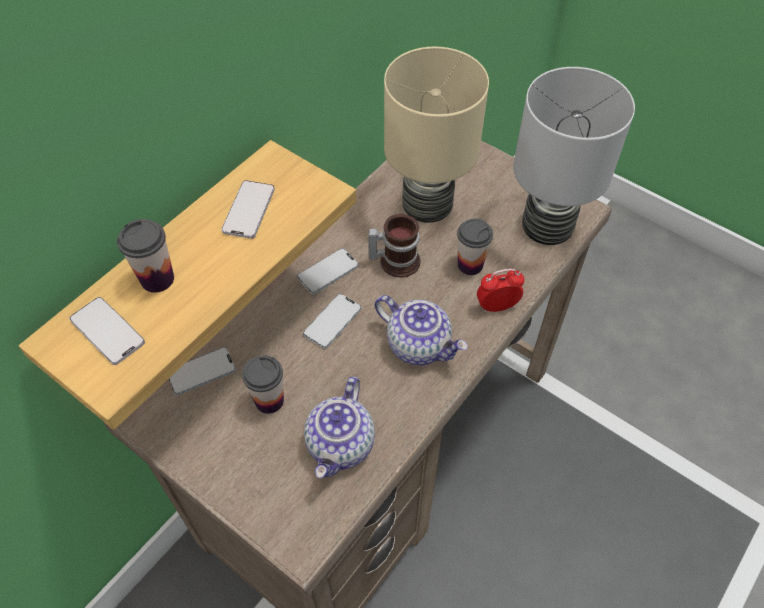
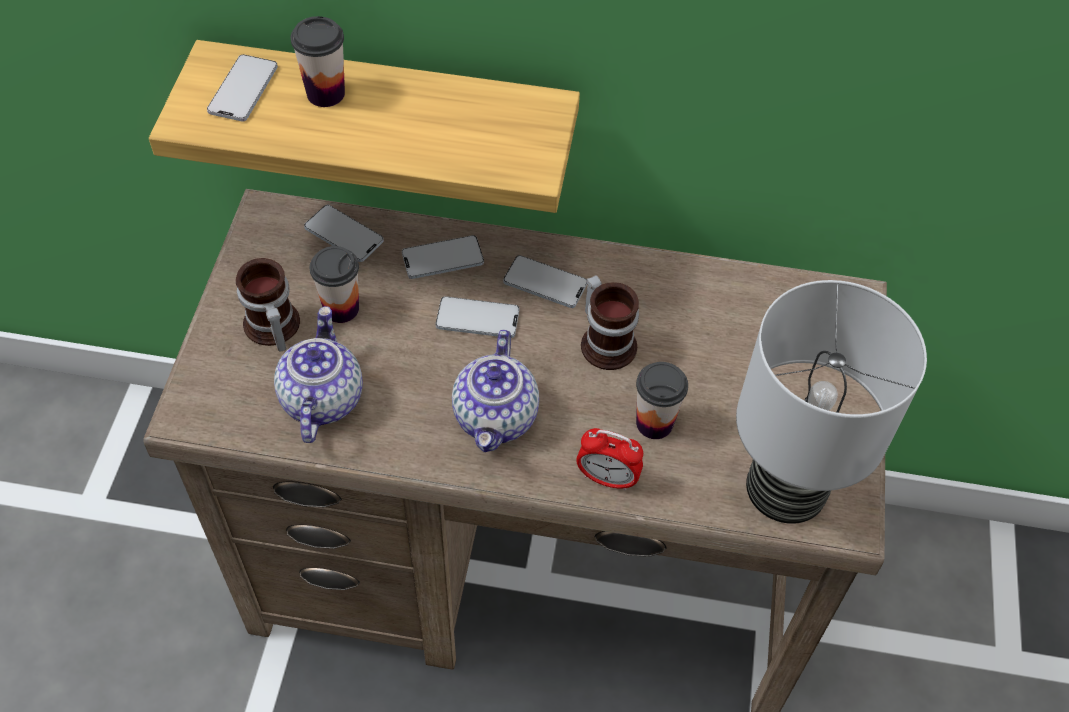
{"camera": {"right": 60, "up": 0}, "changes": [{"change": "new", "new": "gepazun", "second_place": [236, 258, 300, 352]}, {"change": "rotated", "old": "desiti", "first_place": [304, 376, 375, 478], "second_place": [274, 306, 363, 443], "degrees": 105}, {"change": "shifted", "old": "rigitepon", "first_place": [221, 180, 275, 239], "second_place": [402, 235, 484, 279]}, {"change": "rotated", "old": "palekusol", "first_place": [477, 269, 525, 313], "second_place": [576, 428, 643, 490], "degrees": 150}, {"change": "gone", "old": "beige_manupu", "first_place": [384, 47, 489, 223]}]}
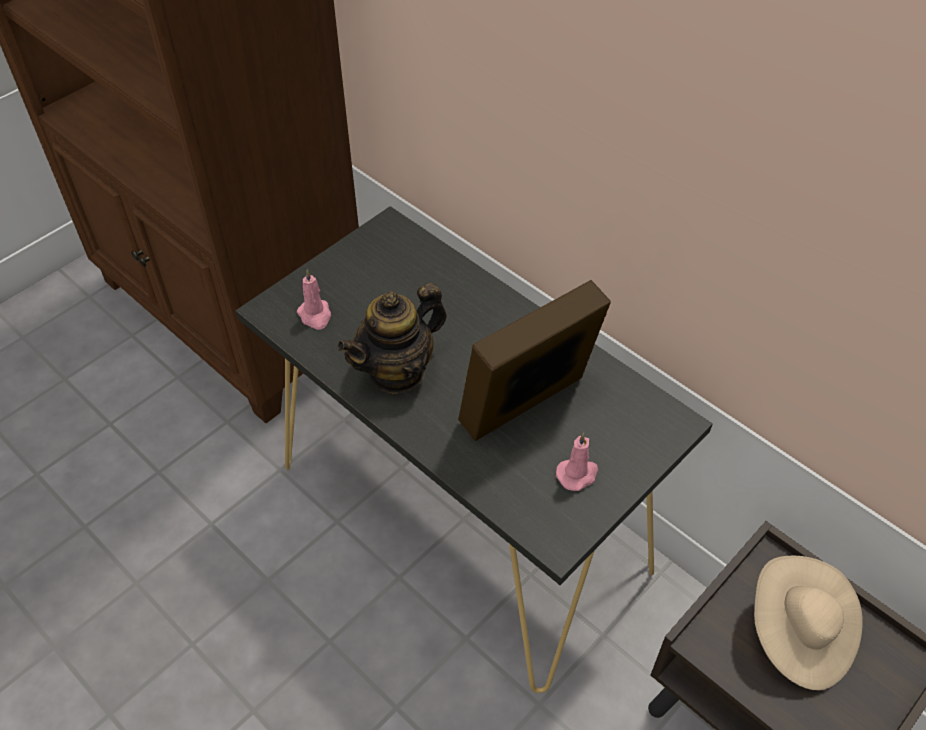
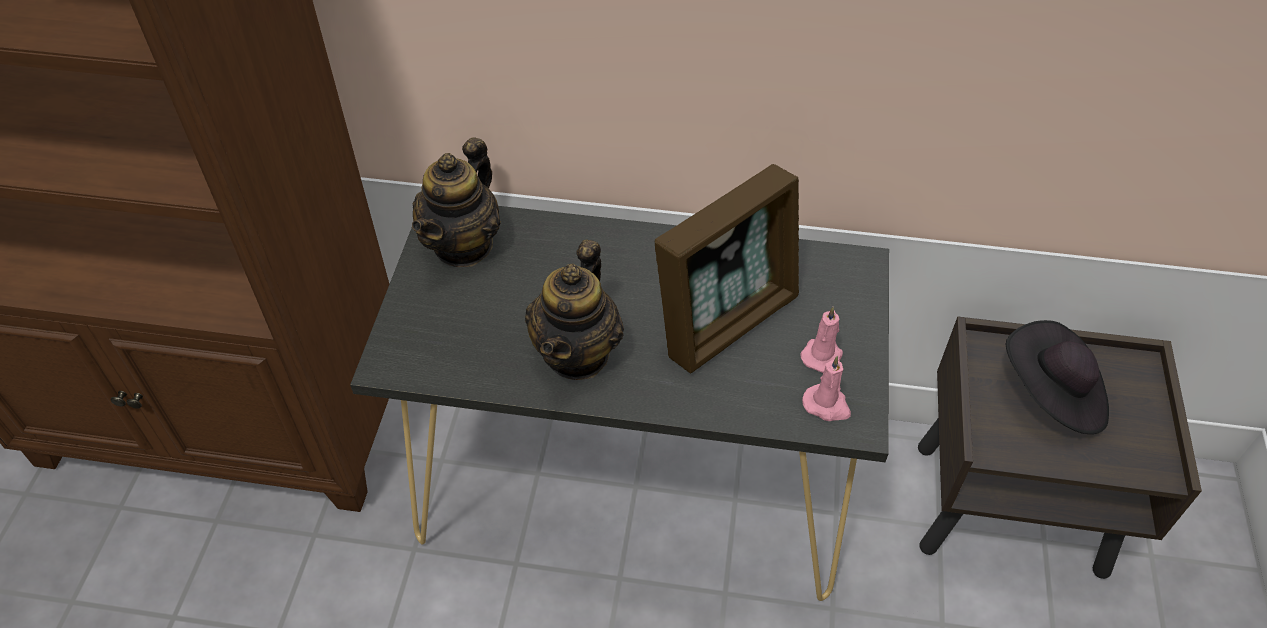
{"camera": {"right": -35, "up": 0}, "changes": [{"change": "new", "new": "desiti", "second_place": [412, 137, 501, 267]}, {"change": "rotated", "old": "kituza", "first_place": [458, 280, 611, 441], "second_place": [655, 164, 799, 374], "degrees": -150}, {"change": "shifted", "old": "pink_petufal", "first_place": [297, 270, 331, 330], "second_place": [802, 356, 851, 421]}, {"change": "repainted", "old": "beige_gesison", "new": "black_gesison", "first_place": [754, 556, 863, 690], "second_place": [1006, 320, 1109, 434]}]}
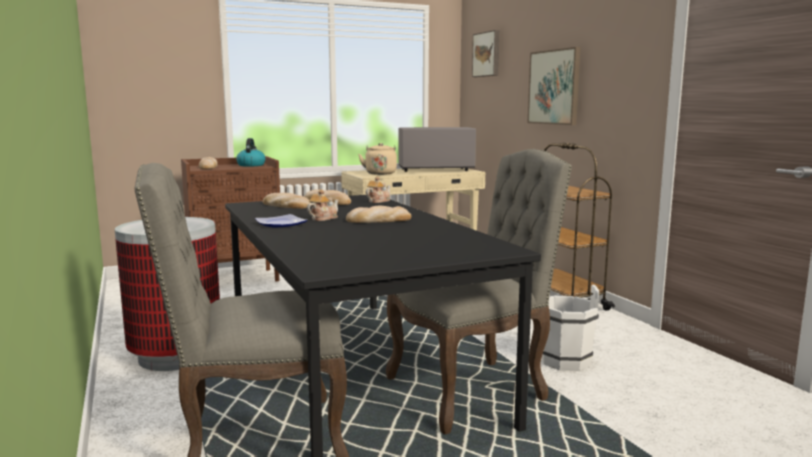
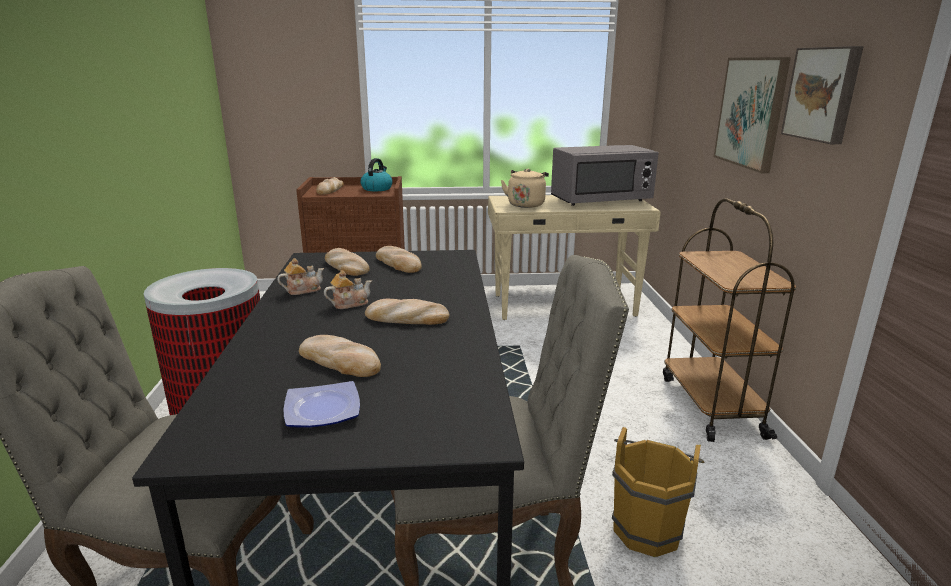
{"camera": {"right": 20, "up": 10}, "changes": [{"change": "shifted", "old": "desiti", "first_place": [366, 176, 391, 203], "second_place": [277, 258, 324, 295]}, {"change": "shifted", "old": "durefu", "first_place": [255, 214, 307, 227], "second_place": [284, 381, 360, 428]}, {"change": "new", "new": "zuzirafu", "second_place": [299, 335, 381, 377]}, {"change": "rotated", "old": "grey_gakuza", "first_place": [399, 127, 476, 172], "second_place": [551, 145, 659, 206], "degrees": 150}, {"change": "repainted", "old": "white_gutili", "new": "brown_gutili", "first_place": [542, 285, 600, 371], "second_place": [612, 427, 704, 557]}, {"change": "shifted", "old": "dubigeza", "first_place": [472, 30, 500, 77], "second_place": [781, 46, 864, 144]}]}
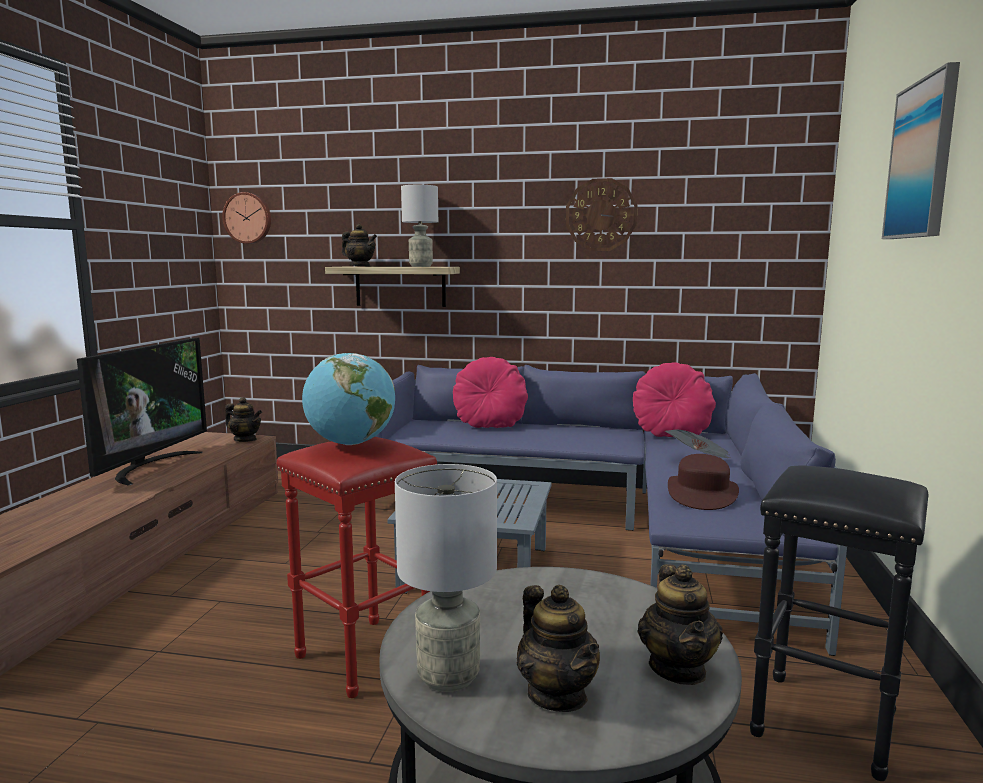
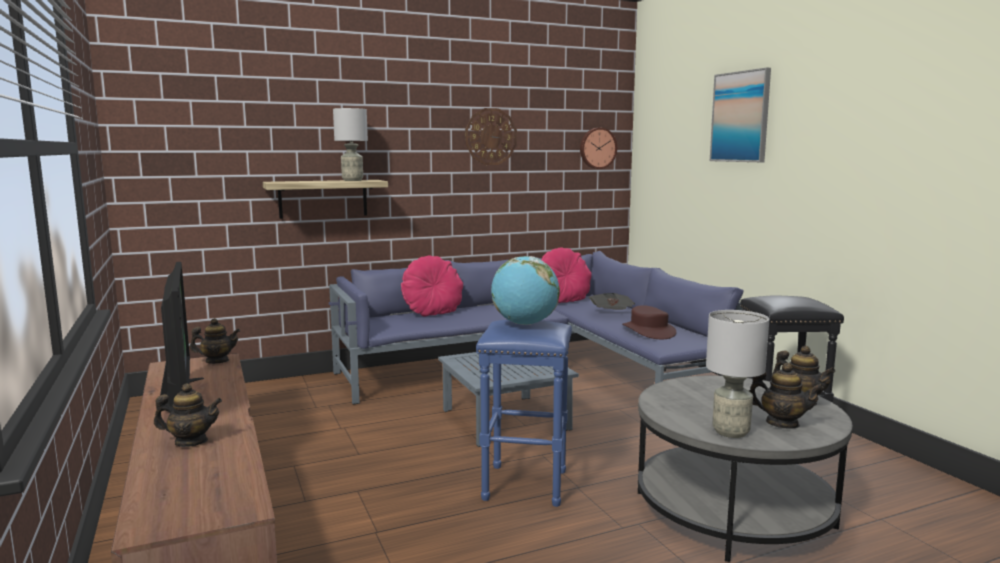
{"camera": {"right": -35, "up": 0}, "changes": [{"change": "shifted", "old": "desiti", "first_place": [342, 224, 377, 266], "second_place": [154, 383, 222, 447]}, {"change": "repainted", "old": "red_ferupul", "new": "blue_ferupul", "first_place": [276, 437, 437, 698], "second_place": [476, 320, 572, 507]}, {"change": "shifted", "old": "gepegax", "first_place": [222, 192, 271, 244], "second_place": [580, 128, 617, 169]}]}
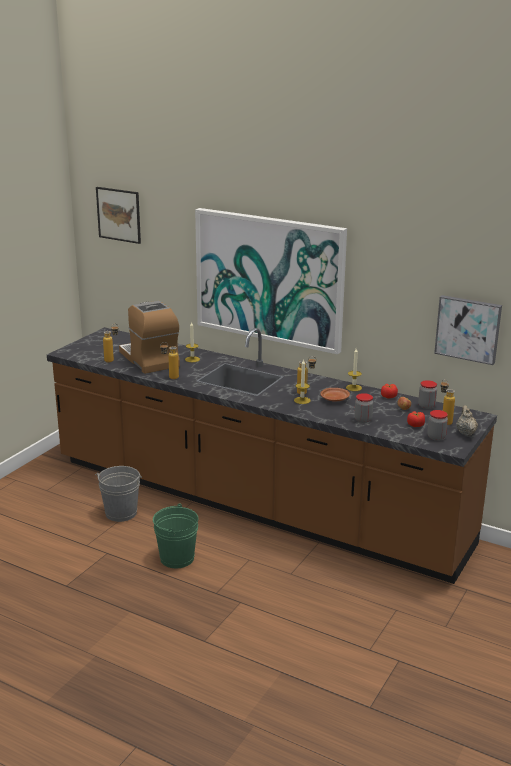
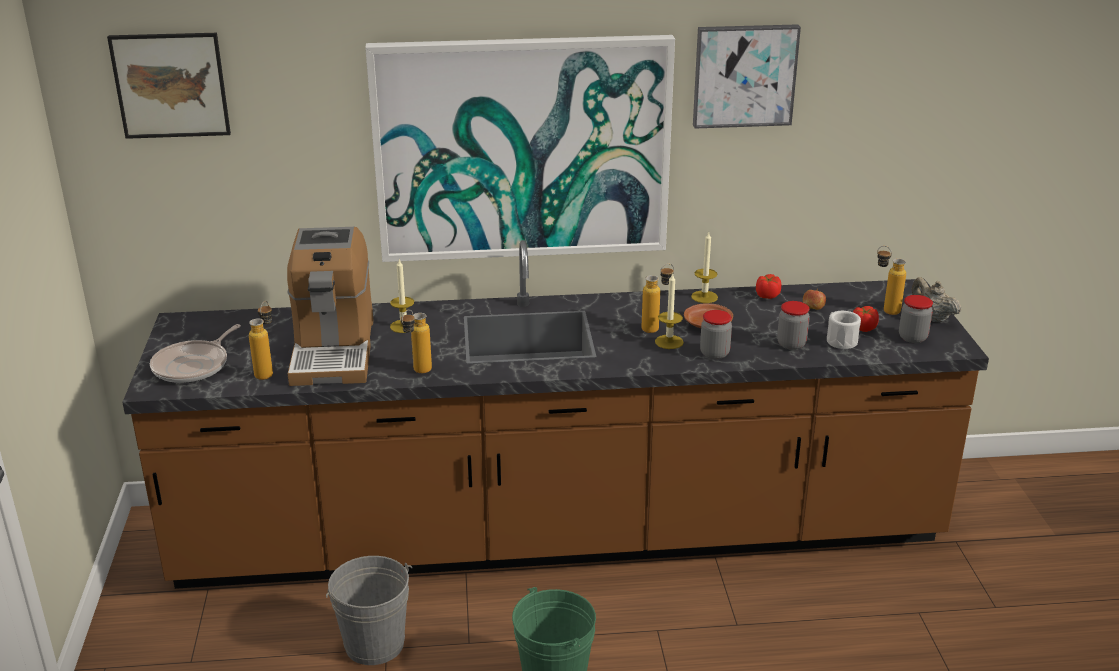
{"camera": {"right": -35, "up": 5}, "changes": [{"change": "new", "new": "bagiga", "second_place": [150, 324, 241, 383]}, {"change": "rotated", "old": "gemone", "first_place": [119, 301, 180, 374], "second_place": [287, 227, 374, 386], "degrees": -120}, {"change": "shifted", "old": "dubigeza", "first_place": [434, 295, 502, 365], "second_place": [693, 24, 801, 129]}, {"change": "shifted", "old": "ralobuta", "first_place": [418, 380, 437, 409], "second_place": [700, 310, 732, 359]}, {"change": "new", "new": "white_gepazun", "second_place": [827, 311, 861, 349]}]}
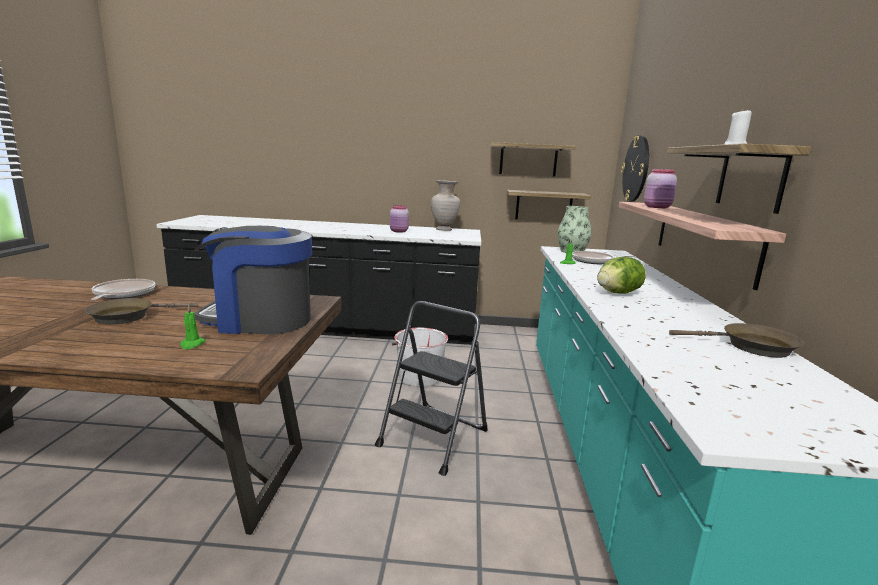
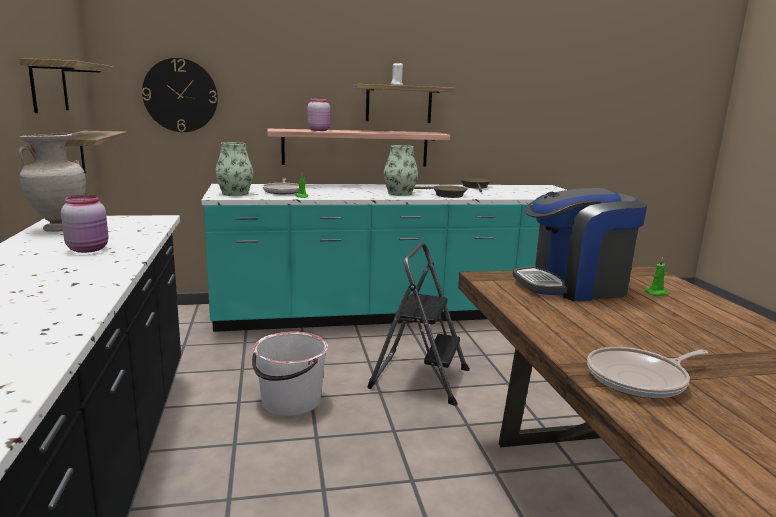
{"camera": {"right": -105, "up": 0}, "changes": [{"change": "swapped", "old": "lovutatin", "new": "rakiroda", "first_place": [597, 257, 646, 294], "second_place": [384, 145, 418, 196]}, {"change": "shifted", "old": "brown_bagiga", "first_place": [85, 298, 198, 325], "second_place": [414, 185, 467, 198]}, {"change": "rotated", "old": "gemone", "first_place": [194, 226, 312, 334], "second_place": [513, 188, 647, 301], "degrees": 90}]}
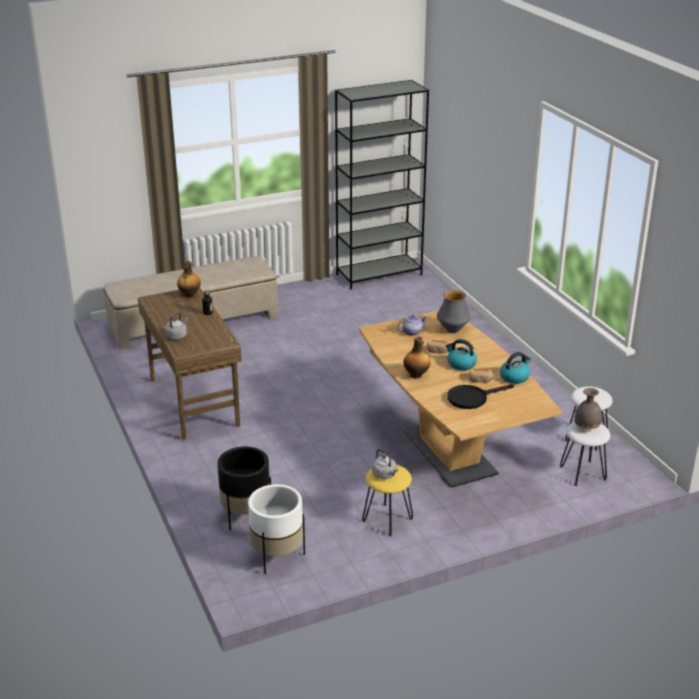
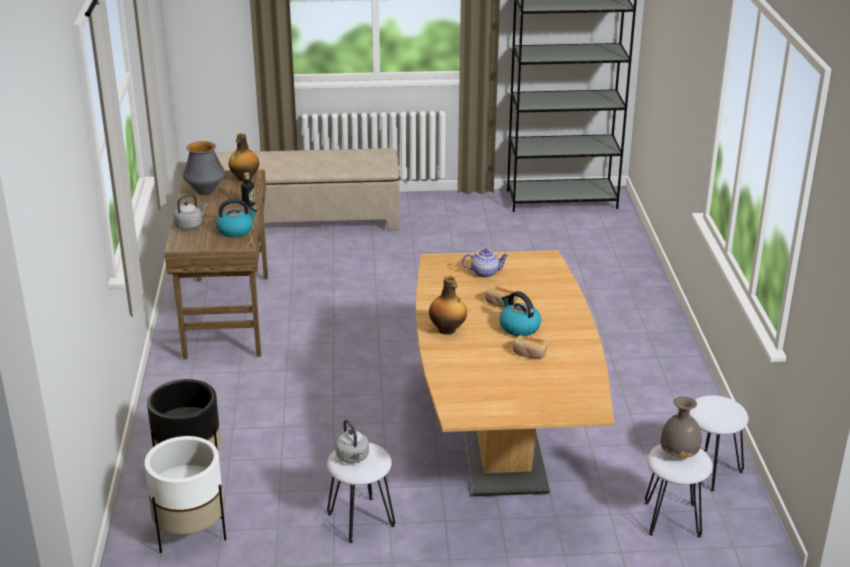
{"camera": {"right": 20, "up": 0}, "changes": [{"change": "shifted", "old": "rakiroda", "first_place": [437, 290, 471, 333], "second_place": [183, 141, 225, 195]}, {"change": "shifted", "old": "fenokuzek", "first_place": [500, 352, 531, 384], "second_place": [216, 198, 258, 237]}, {"change": "repainted", "old": "yellow_ferupul", "new": "white_ferupul", "first_place": [362, 464, 413, 536], "second_place": [327, 443, 395, 543]}, {"change": "gone", "old": "black_bagiga", "first_place": [447, 384, 514, 409]}]}
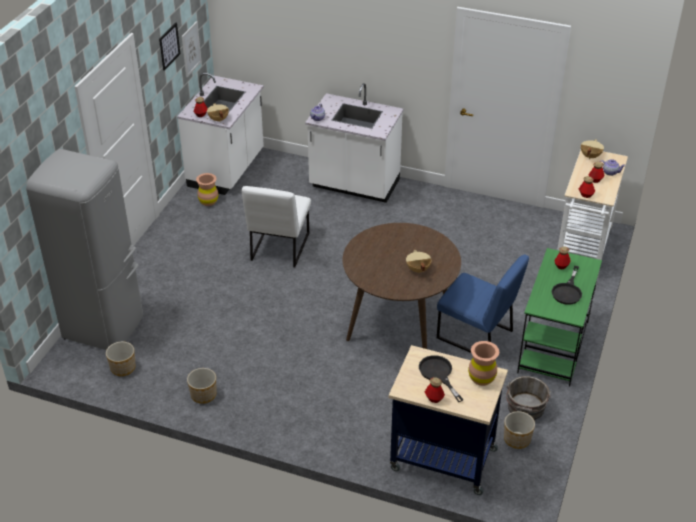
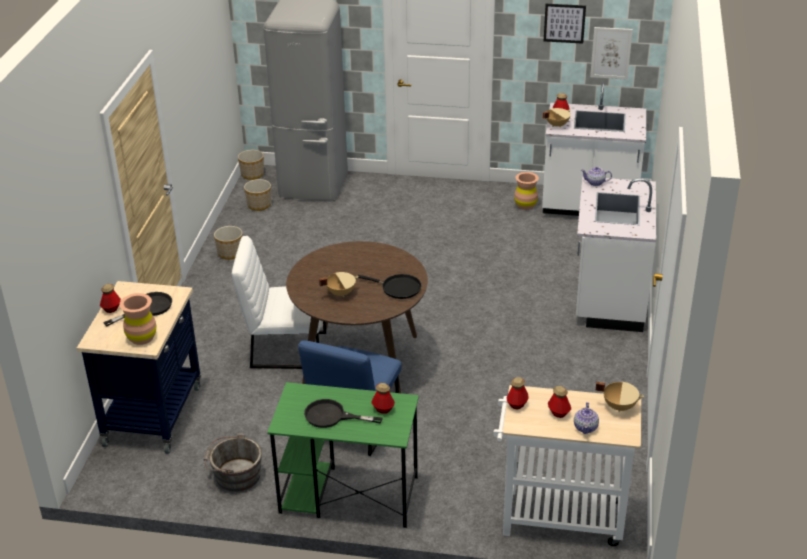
{"camera": {"right": 80, "up": -5}, "changes": [{"change": "shifted", "old": "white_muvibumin", "first_place": [241, 186, 311, 267], "second_place": [232, 236, 326, 369]}, {"change": "shifted", "old": "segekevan", "first_place": [504, 411, 535, 449], "second_place": [238, 150, 264, 180]}, {"change": "new", "new": "black_bagiga", "second_place": [358, 274, 422, 299]}]}
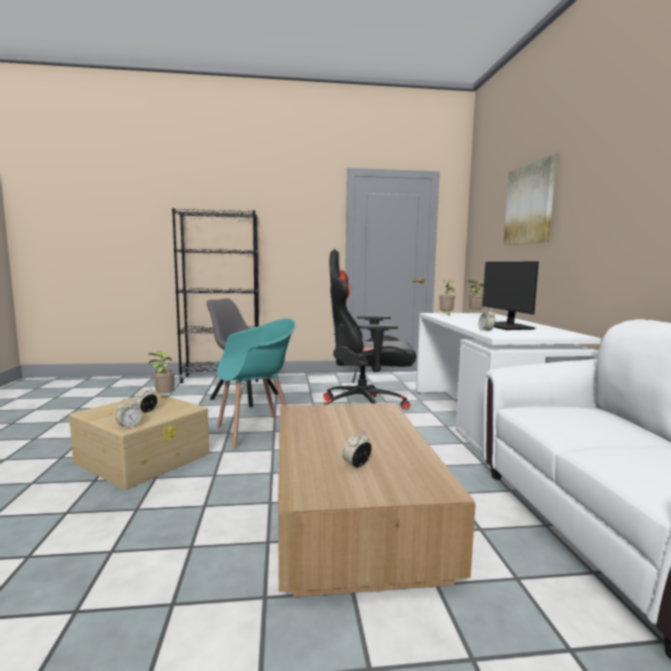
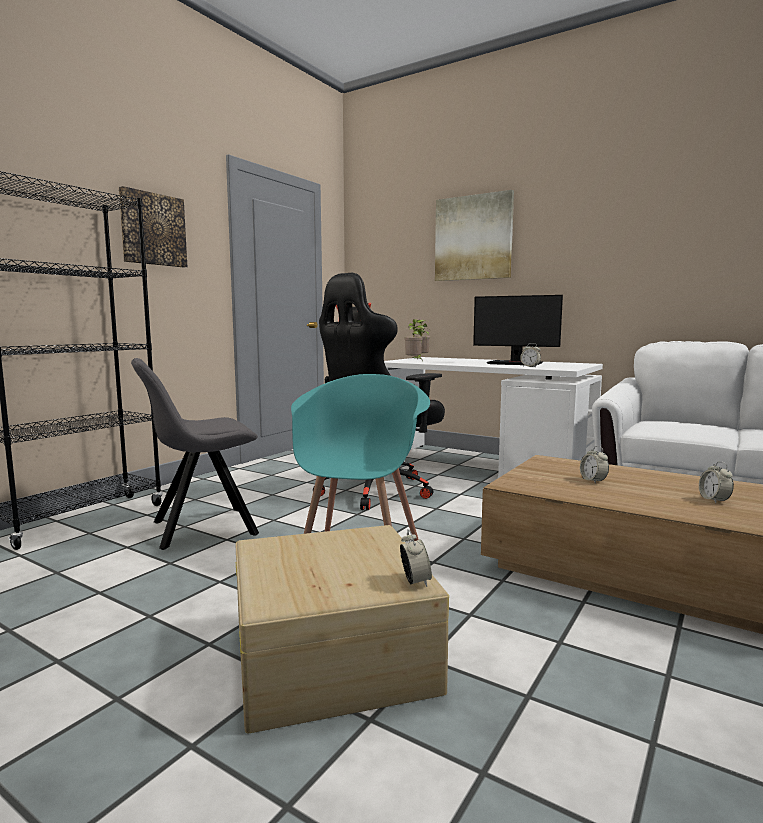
{"camera": {"right": -50, "up": 0}, "changes": [{"change": "new", "new": "dubigeza", "second_place": [119, 186, 187, 267]}, {"change": "shifted", "old": "palekusol", "first_place": [135, 387, 157, 412], "second_place": [580, 446, 609, 484]}, {"change": "gone", "old": "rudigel", "first_place": [148, 351, 175, 395]}]}
